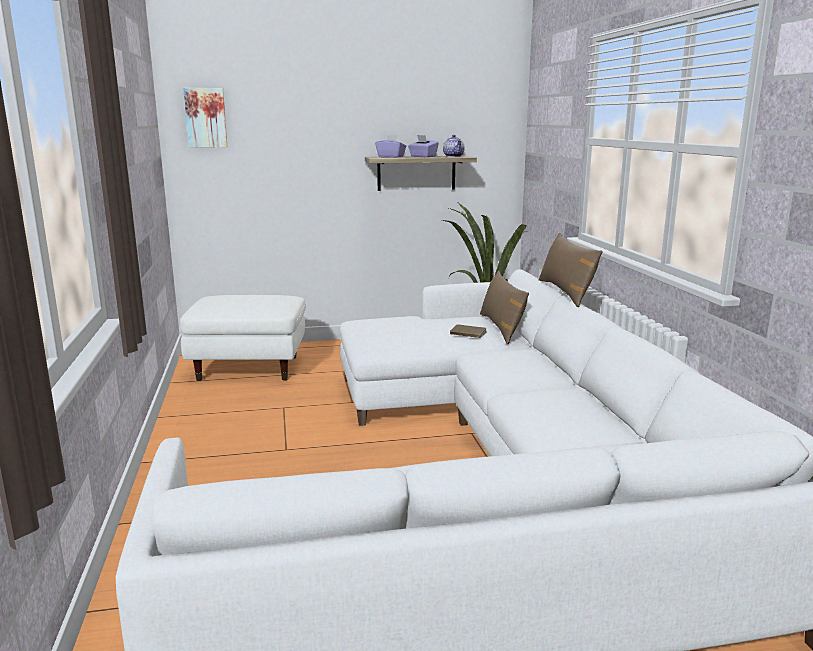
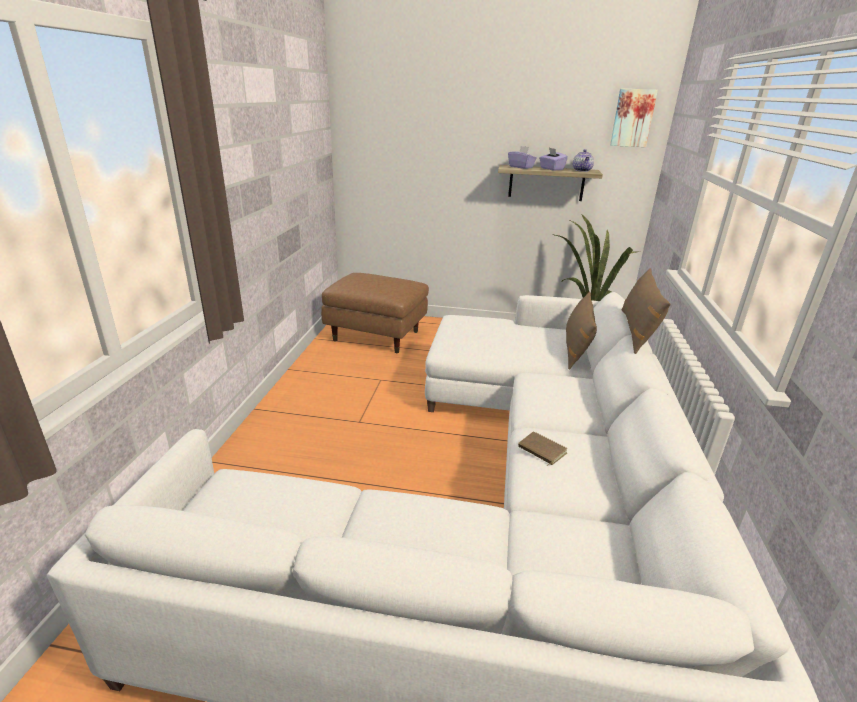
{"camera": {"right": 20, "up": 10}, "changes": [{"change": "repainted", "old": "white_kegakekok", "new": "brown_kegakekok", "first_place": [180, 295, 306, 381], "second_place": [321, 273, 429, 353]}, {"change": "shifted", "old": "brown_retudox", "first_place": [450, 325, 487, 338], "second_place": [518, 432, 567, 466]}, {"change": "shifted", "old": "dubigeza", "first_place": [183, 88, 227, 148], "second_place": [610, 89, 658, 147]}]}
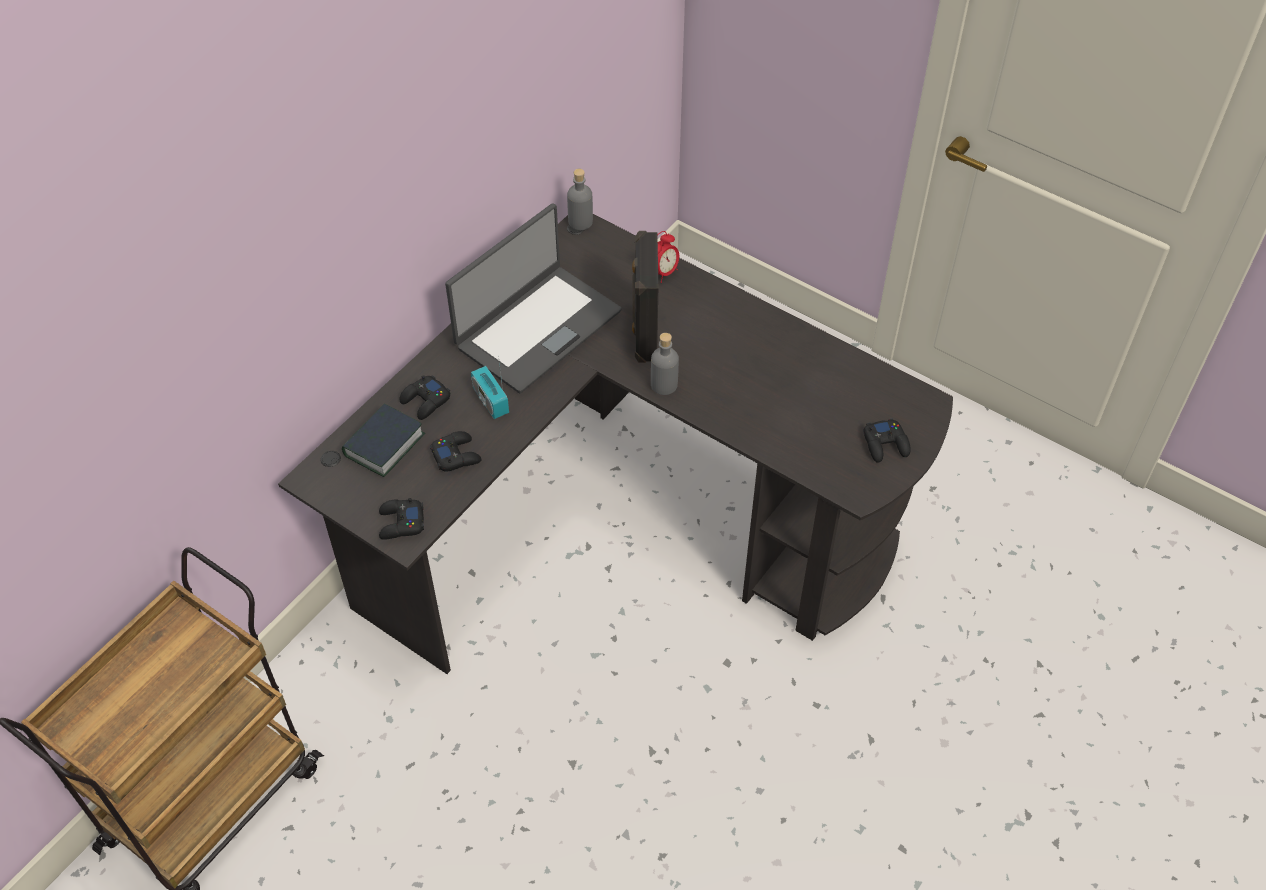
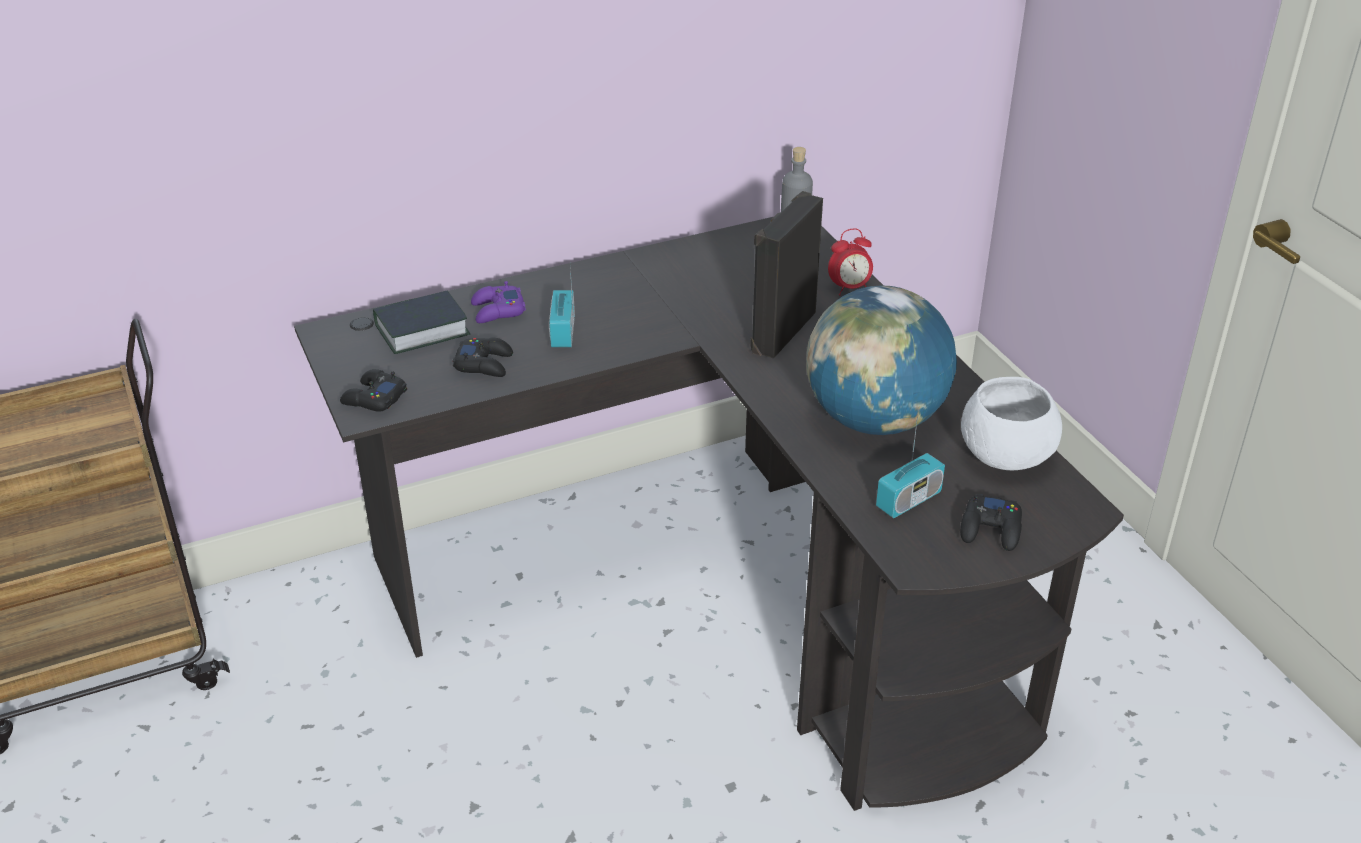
{"camera": {"right": 30, "up": -15}, "changes": [{"change": "repainted", "old": "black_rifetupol", "new": "purple_rifetupol", "first_place": [399, 375, 451, 420], "second_place": [471, 281, 526, 323]}, {"change": "new", "new": "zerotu", "second_place": [806, 285, 957, 435]}, {"change": "new", "new": "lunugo", "second_place": [876, 407, 945, 518]}, {"change": "new", "new": "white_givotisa", "second_place": [961, 377, 1062, 470]}, {"change": "gone", "old": "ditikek", "first_place": [445, 204, 622, 393]}, {"change": "gone", "old": "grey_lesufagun", "first_place": [651, 333, 679, 395]}]}
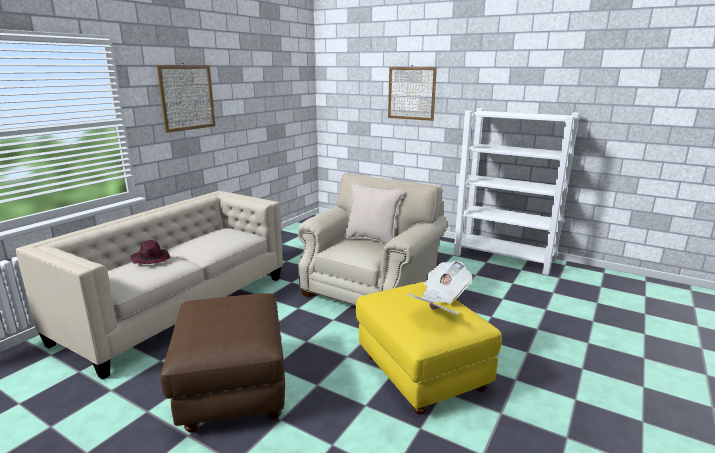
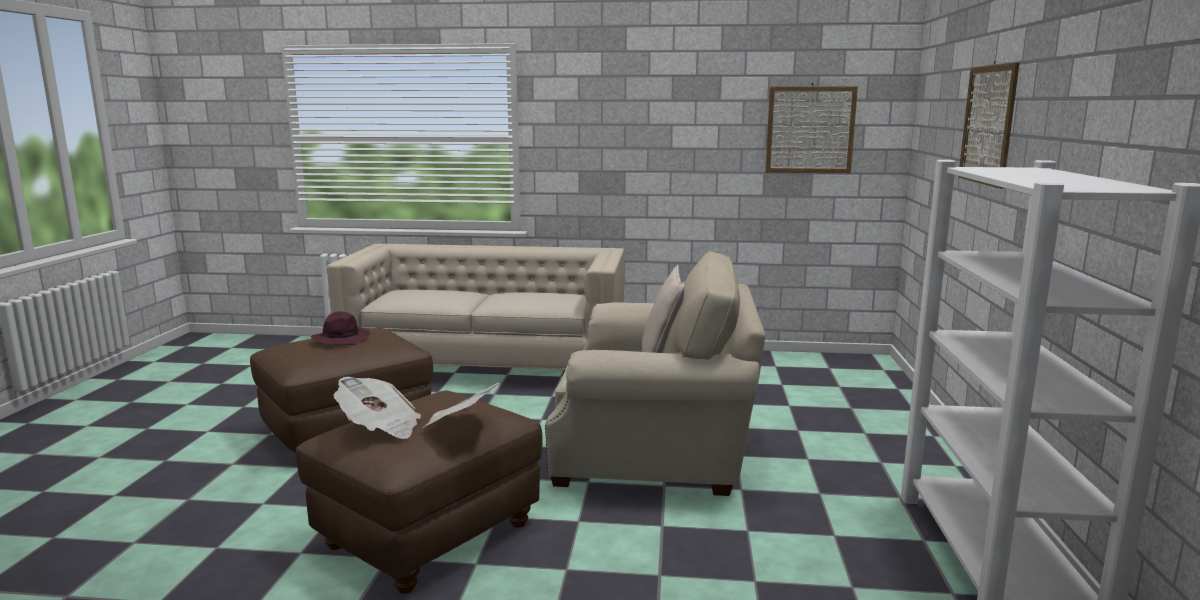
{"camera": {"right": 65, "up": -5}, "changes": [{"change": "repainted", "old": "yellow_kegakekok", "new": "brown_kegakekok", "first_place": [356, 281, 502, 415], "second_place": [296, 391, 543, 594]}, {"change": "shifted", "old": "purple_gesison", "first_place": [131, 240, 170, 264], "second_place": [311, 312, 370, 345]}, {"change": "shifted", "old": "dubigeza", "first_place": [156, 63, 216, 133], "second_place": [765, 83, 858, 173]}]}
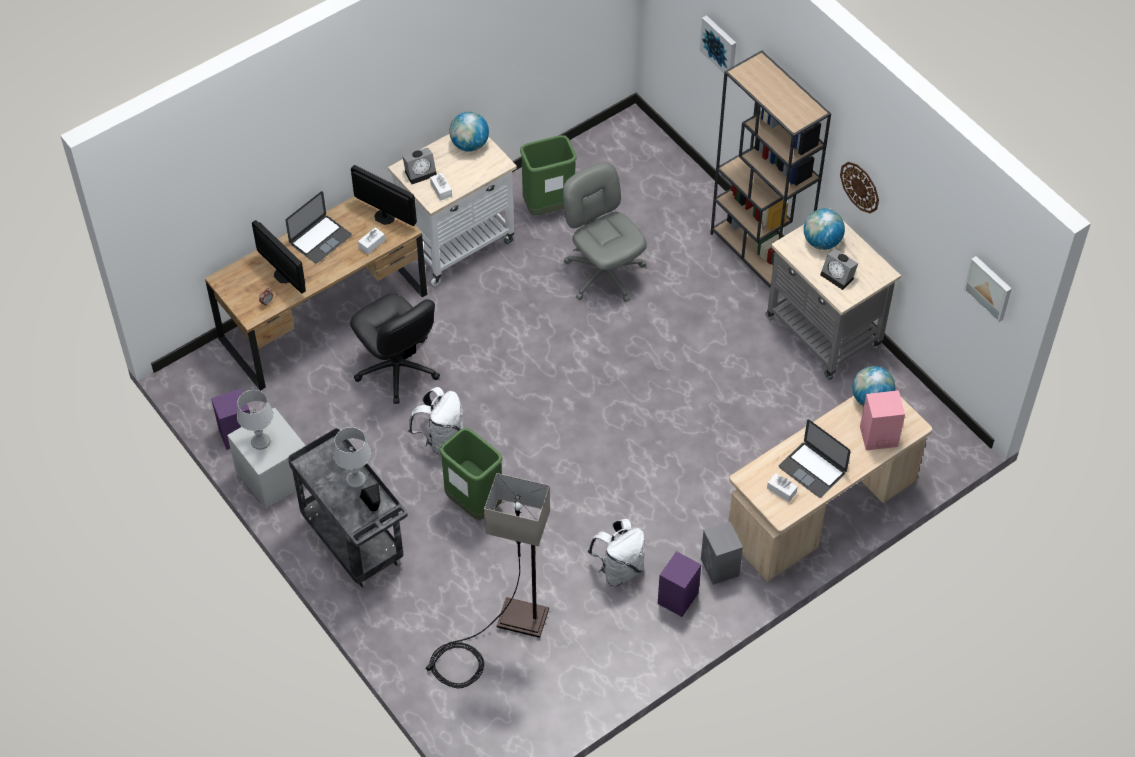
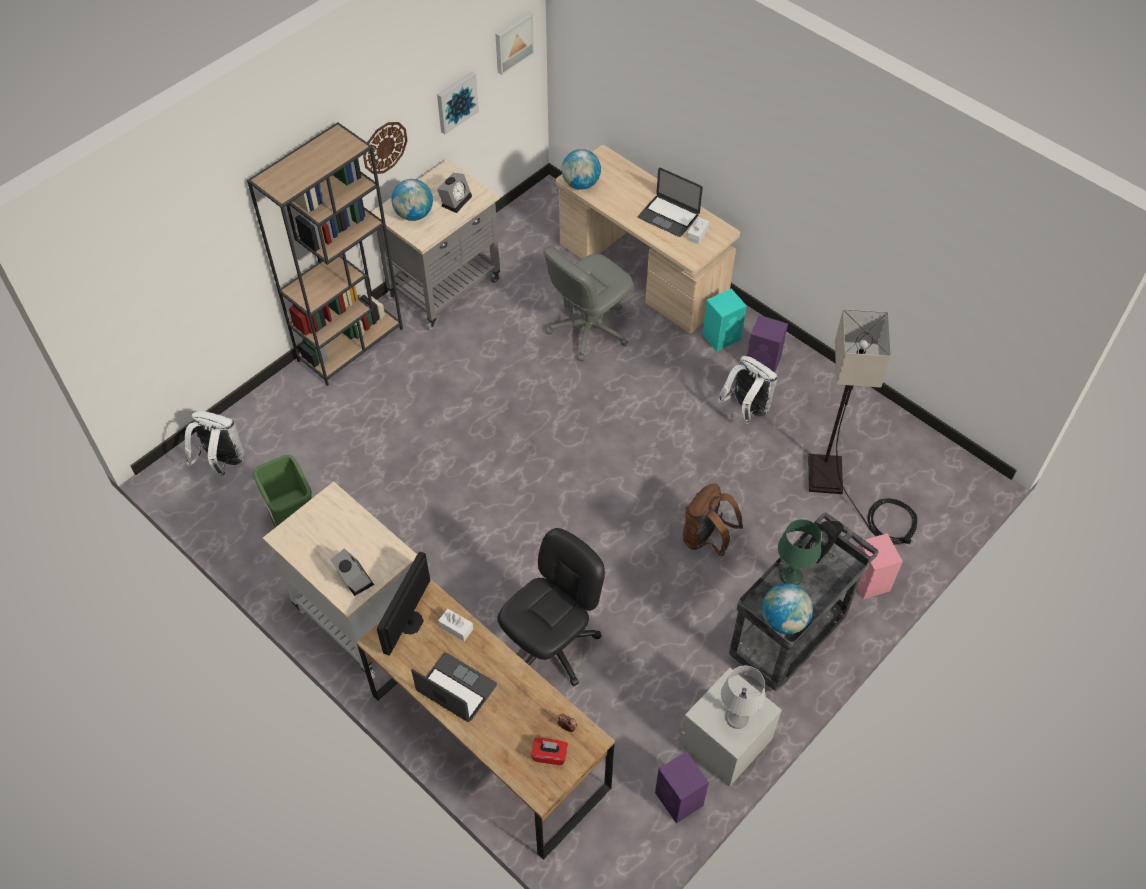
{"camera": {"right": -100, "up": 0}, "changes": [{"change": "shifted", "old": "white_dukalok", "first_place": [408, 387, 463, 454], "second_place": [185, 411, 244, 477]}, {"change": "shifted", "old": "dubigeza", "first_place": [700, 15, 736, 78], "second_place": [437, 72, 479, 134]}, {"change": "new", "new": "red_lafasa", "second_place": [531, 738, 568, 765]}, {"change": "shifted", "old": "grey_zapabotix", "first_place": [563, 162, 647, 302], "second_place": [543, 246, 634, 361]}, {"change": "rotated", "old": "ditikek", "first_place": [779, 420, 851, 498], "second_place": [638, 168, 703, 237], "degrees": 90}, {"change": "swapped", "old": "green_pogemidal", "new": "brown_dukalok", "first_place": [439, 428, 503, 520], "second_place": [683, 483, 743, 556]}, {"change": "repainted", "old": "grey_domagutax", "new": "turquoise_domagutax", "first_place": [701, 521, 743, 585], "second_place": [702, 289, 747, 351]}, {"change": "shifted", "old": "zerotu", "first_place": [449, 112, 489, 152], "second_place": [762, 583, 813, 634]}, {"change": "repainted", "old": "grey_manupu", "new": "green_manupu", "first_place": [333, 427, 371, 488], "second_place": [778, 519, 821, 585]}, {"change": "shifted", "old": "pink_domagutax", "first_place": [860, 390, 905, 450], "second_place": [857, 533, 903, 599]}, {"change": "gone", "old": "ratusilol", "first_place": [252, 220, 306, 294]}, {"change": "gone", "old": "white_lafasa", "first_place": [430, 173, 452, 201]}]}
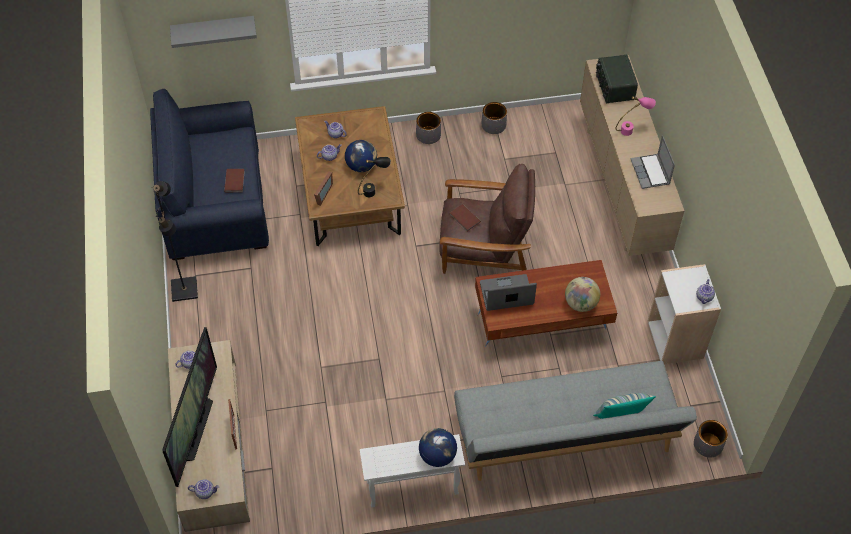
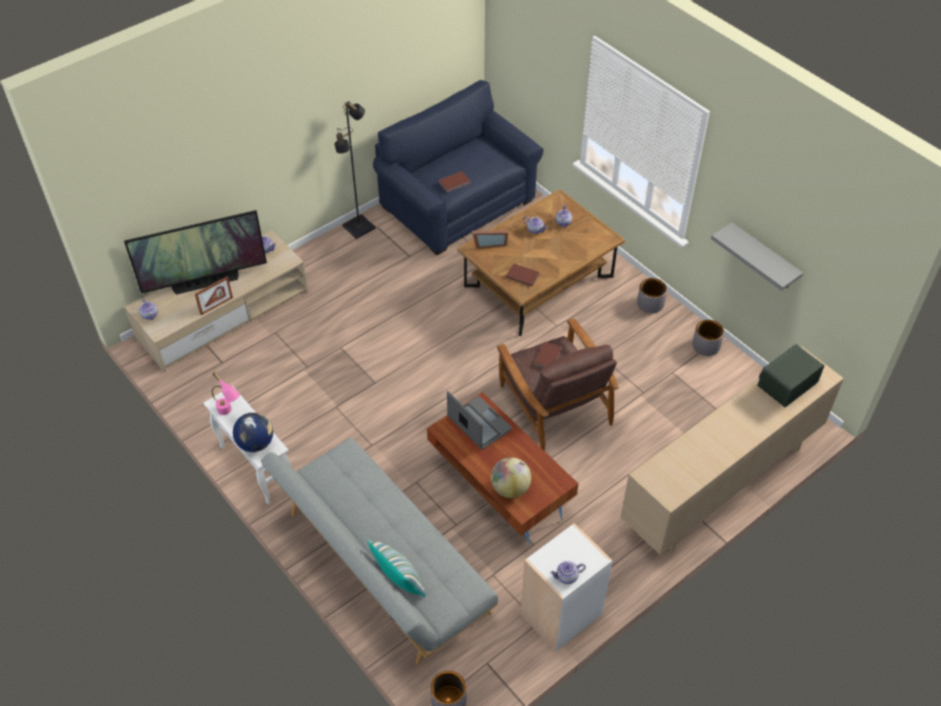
{"camera": {"right": 60, "up": -5}, "changes": [{"change": "shifted", "old": "pink_manupu", "first_place": [615, 96, 656, 136], "second_place": [212, 372, 240, 415]}, {"change": "swapped", "old": "black_manupu", "new": "brown_retudox", "first_place": [358, 157, 391, 197], "second_place": [506, 263, 540, 287]}, {"change": "shifted", "old": "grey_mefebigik", "first_place": [170, 16, 257, 48], "second_place": [711, 222, 803, 291]}, {"change": "gone", "old": "zerotu", "first_place": [345, 140, 377, 172]}, {"change": "gone", "old": "ditikek", "first_place": [631, 135, 675, 189]}]}
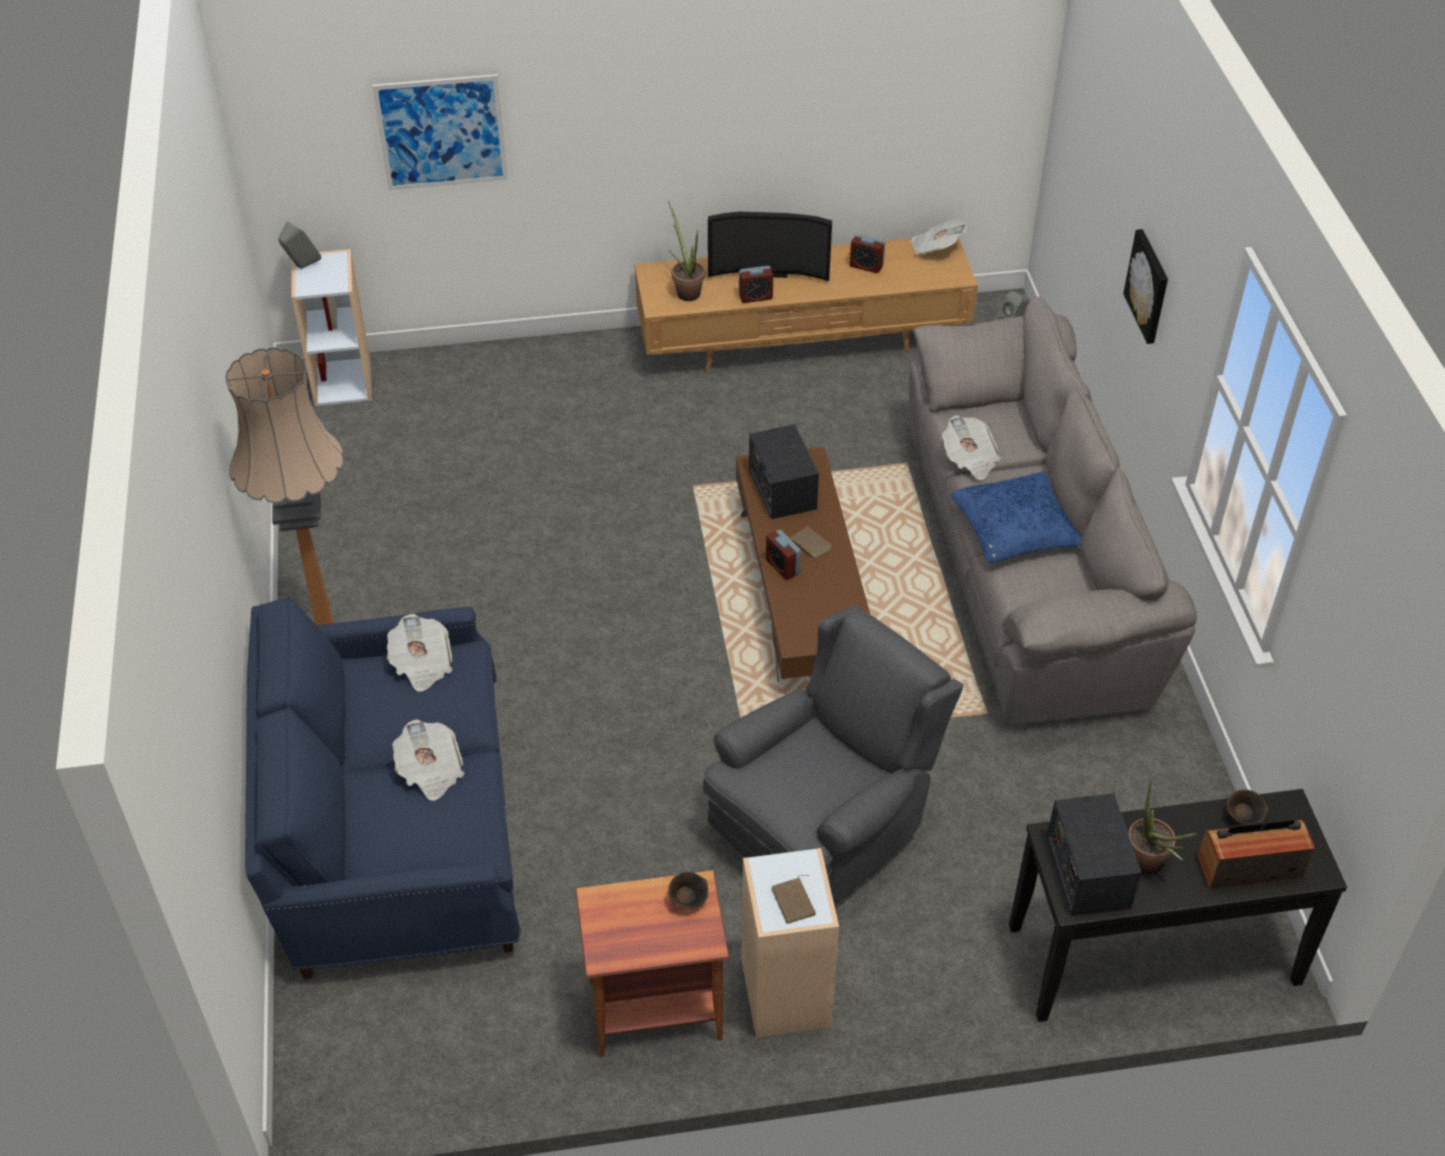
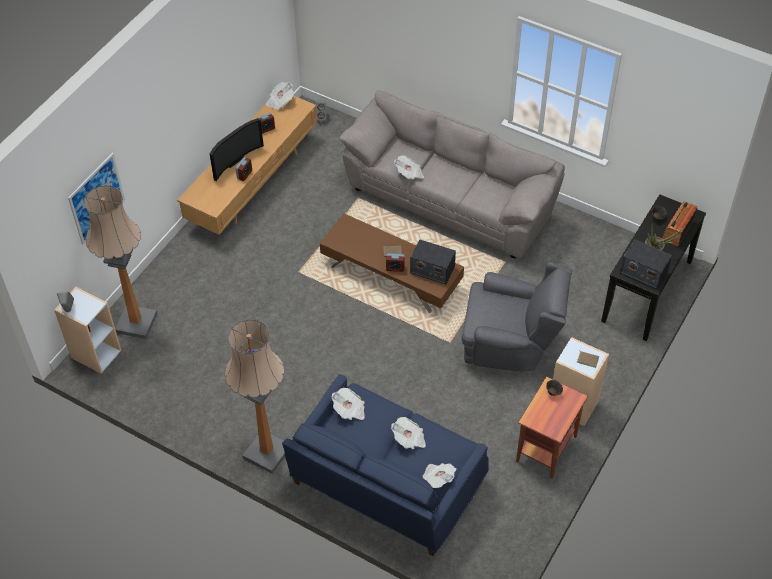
{"camera": {"right": -50, "up": 5}, "changes": [{"change": "new", "new": "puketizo", "second_place": [84, 185, 157, 339]}, {"change": "shifted", "old": "lunugo", "first_place": [749, 424, 819, 519], "second_place": [410, 239, 456, 284]}, {"change": "new", "new": "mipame", "second_place": [423, 463, 456, 488]}, {"change": "rotated", "old": "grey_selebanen", "first_place": [702, 605, 963, 903], "second_place": [462, 262, 572, 371], "degrees": 105}, {"change": "gone", "old": "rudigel", "first_place": [668, 201, 705, 301]}, {"change": "gone", "old": "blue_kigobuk", "first_place": [952, 472, 1082, 563]}, {"change": "gone", "old": "dubigeza", "first_place": [1123, 229, 1168, 344]}]}
